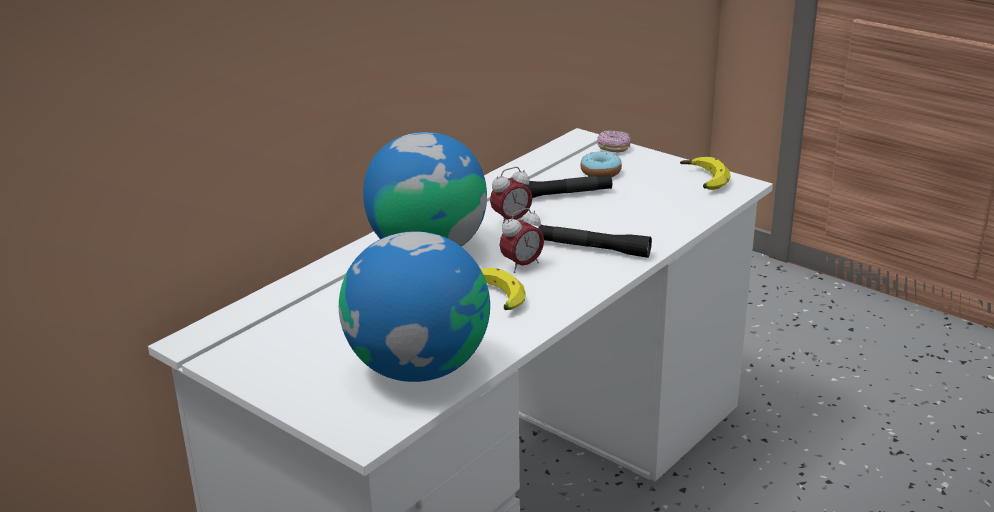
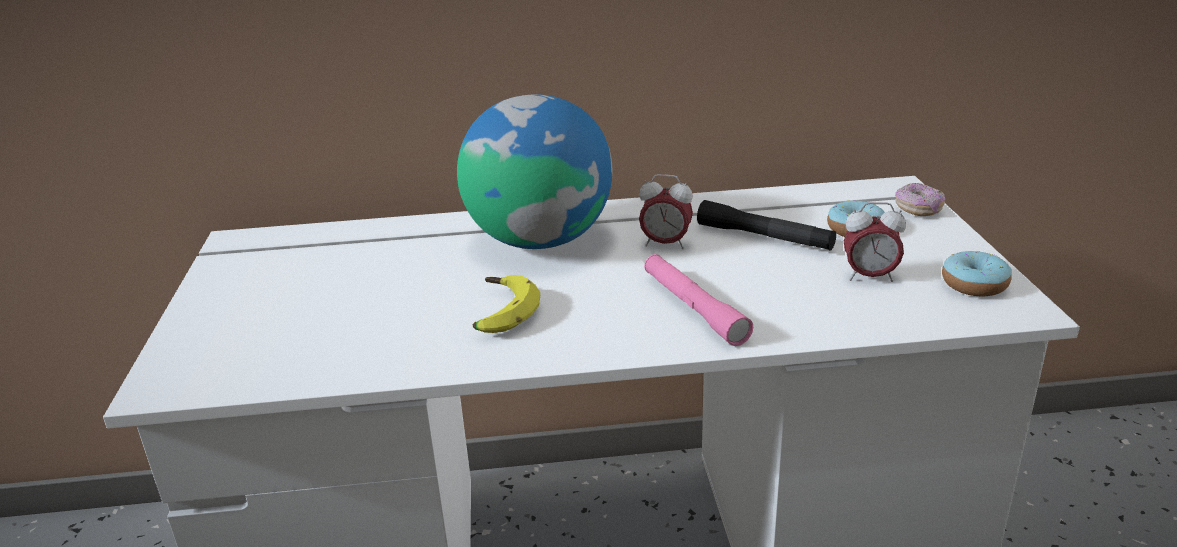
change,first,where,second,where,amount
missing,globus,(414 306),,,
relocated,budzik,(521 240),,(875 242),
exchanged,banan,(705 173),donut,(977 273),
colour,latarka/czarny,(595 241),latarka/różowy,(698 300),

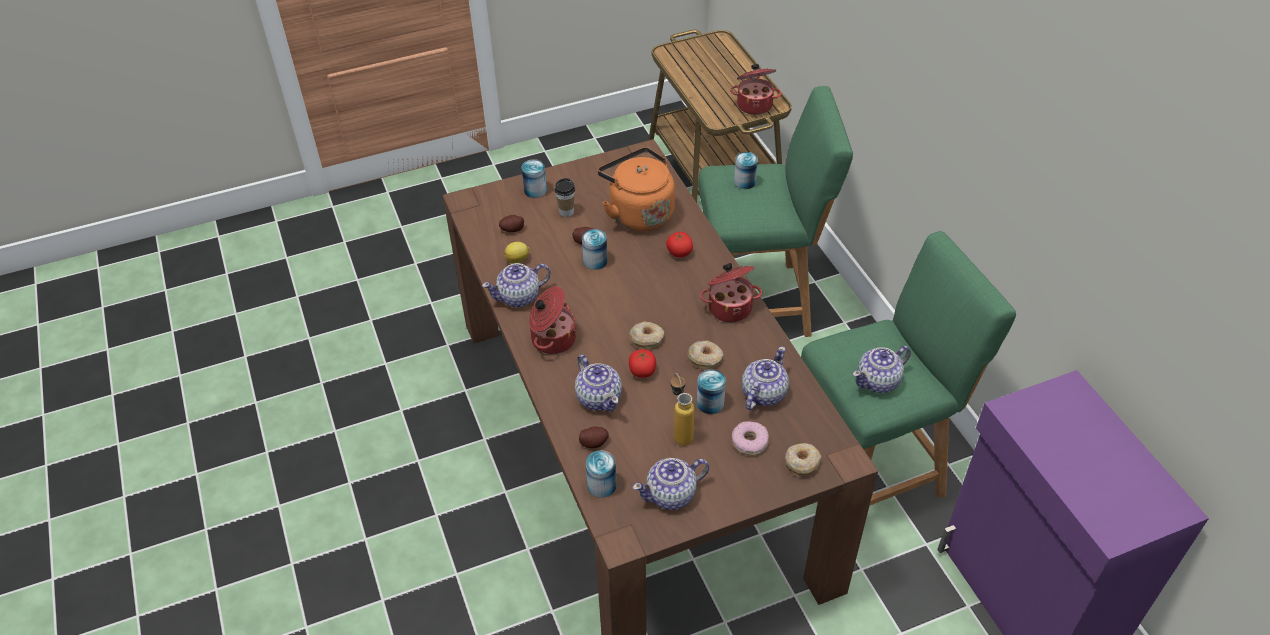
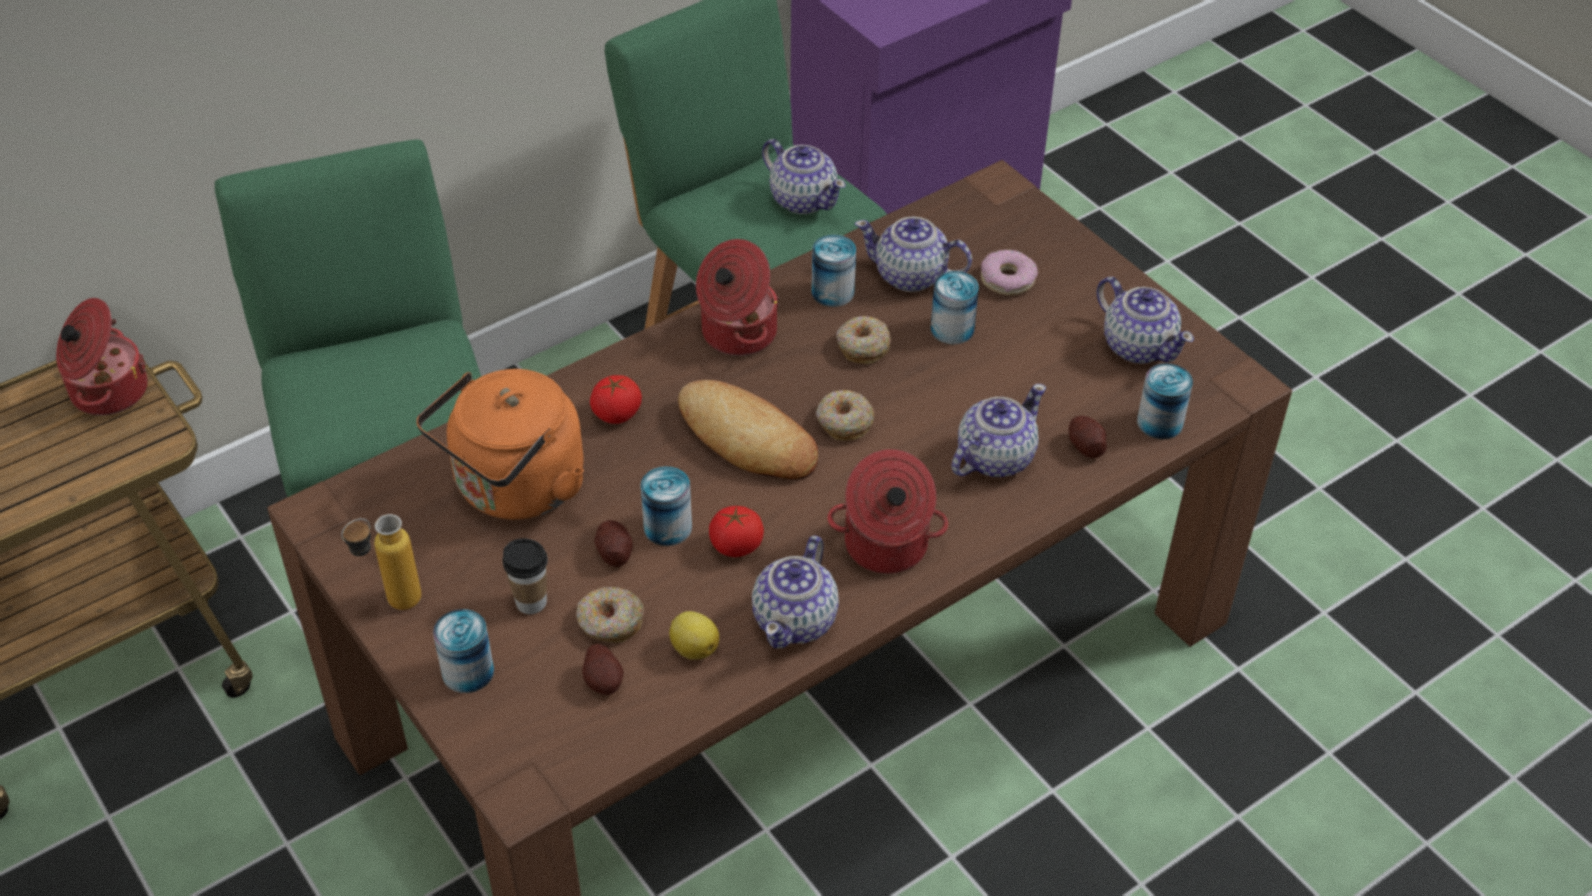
change,first,where,second,where,amount
appeared,,,chleb,(748 430),
relocated,pomidor,(642 363),,(736 531),
relocated,butelka,(682 409),,(381 562),
relocated,puszka,(746 170),,(834 271),
relocated,donut,(803 460),,(610 615),
spun,imbryk,(516 285),,(795 591),60 degrees clockwise

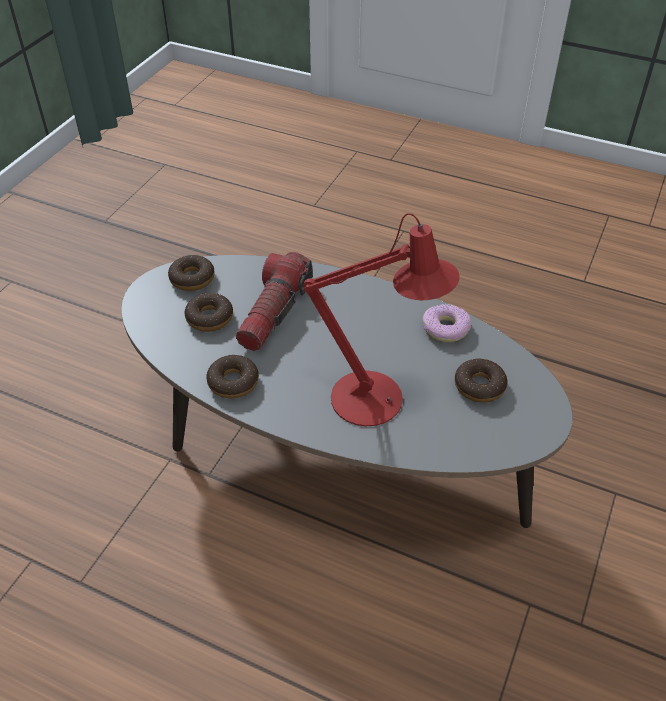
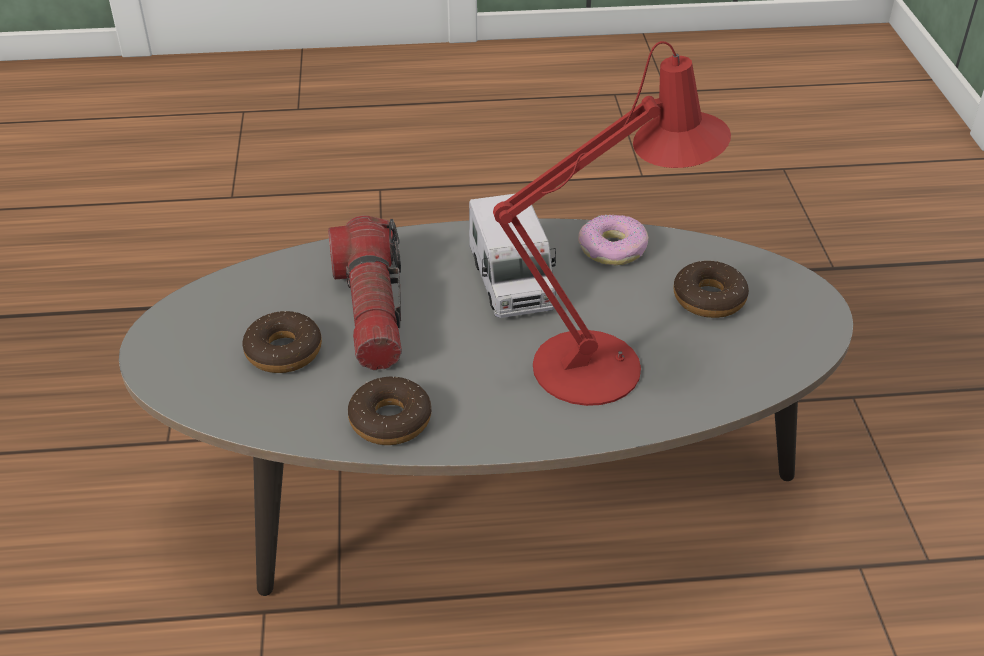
change,first,where,second,where,amount
missing,donut,(191 273),,,
appeared,,,ciężarówka zabawkowa,(512 255),

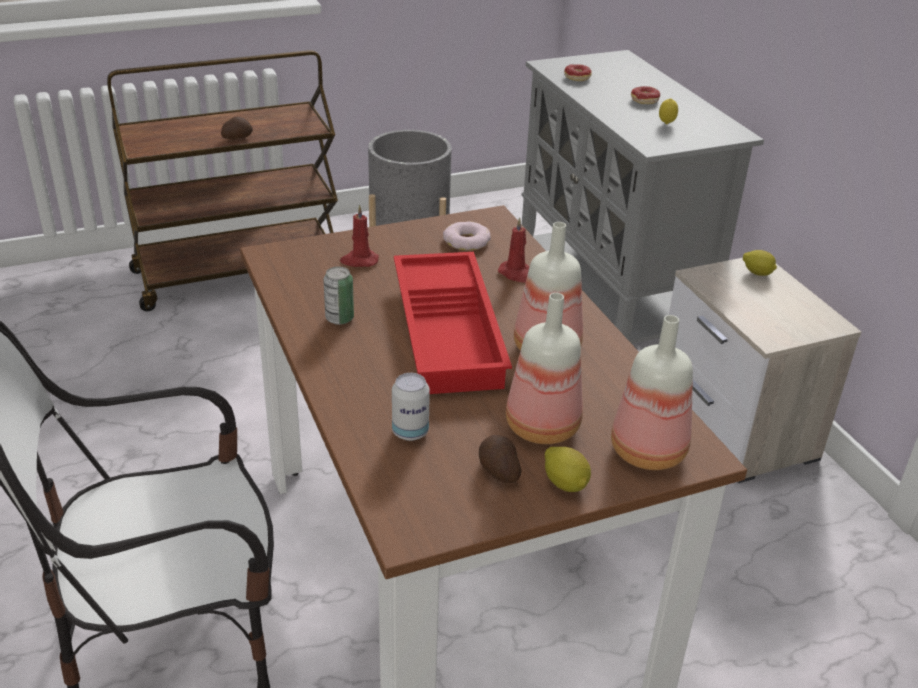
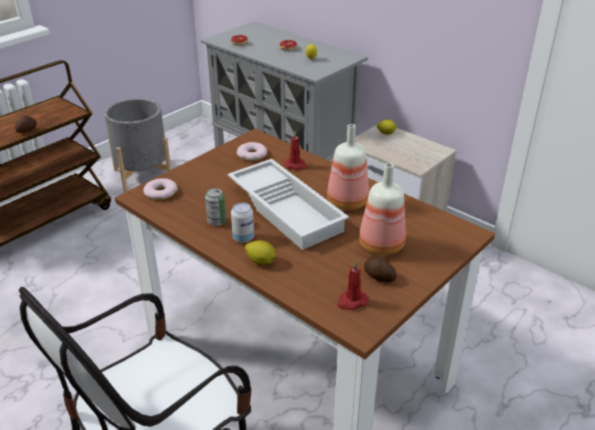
change,first,where,second,where,amount
missing,butelka,(652 392),,,
appeared,,,donut,(160 189),
relocated,świeca/czerwony,(359 236),,(352 285),
relocated,puszka,(411 407),,(242 222),
relocated,cytryna,(568 469),,(260 252),
colour,taca/czerwony,(453 323),taca/biały,(288 204),

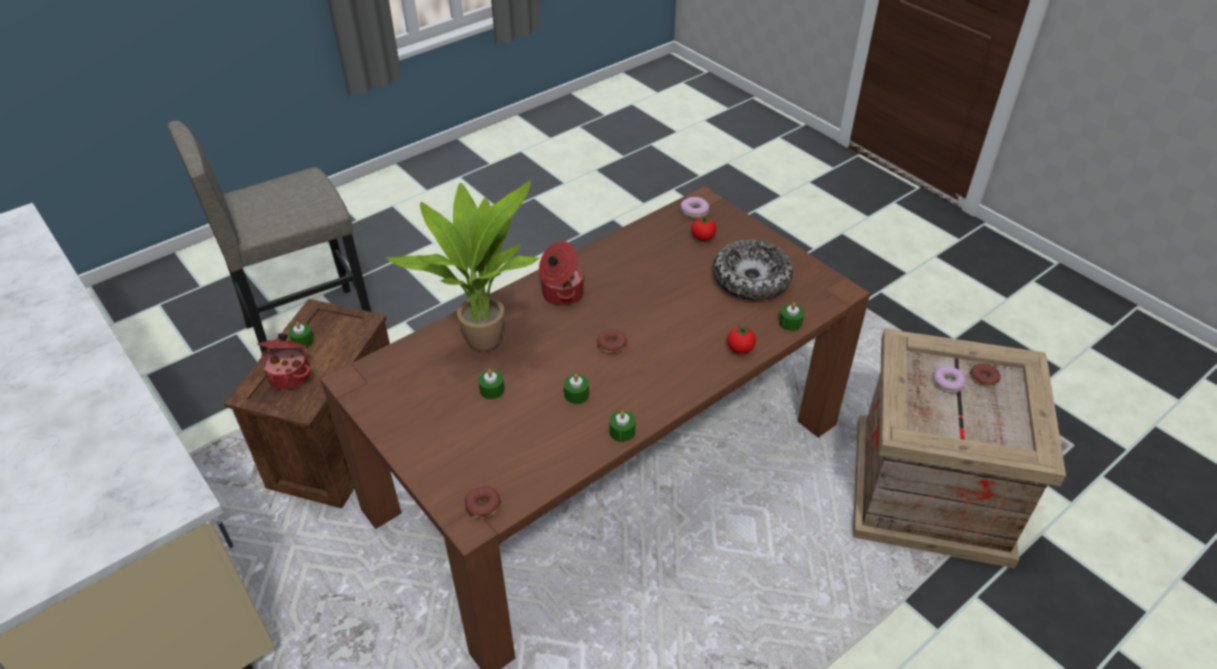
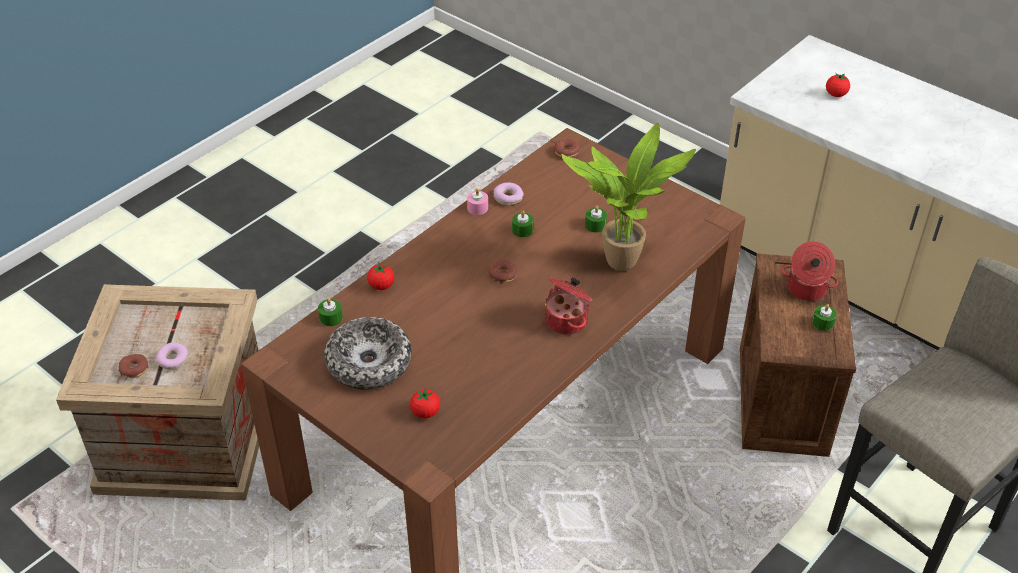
change,first,where,second,where,amount
appeared,,,pomidor,(838 85),
relocated,donut,(695 207),,(508 193),
colour,świeca/zielony,(622 426),świeca/różowy,(477 201),

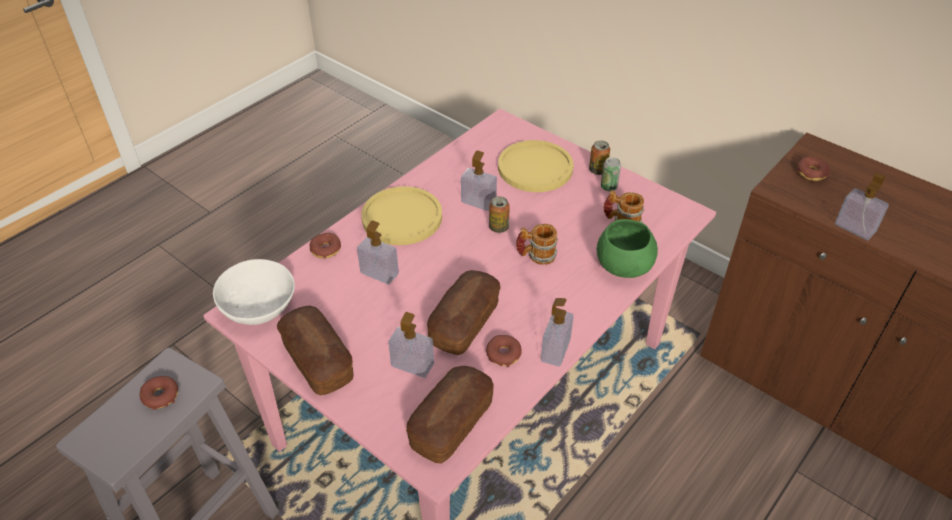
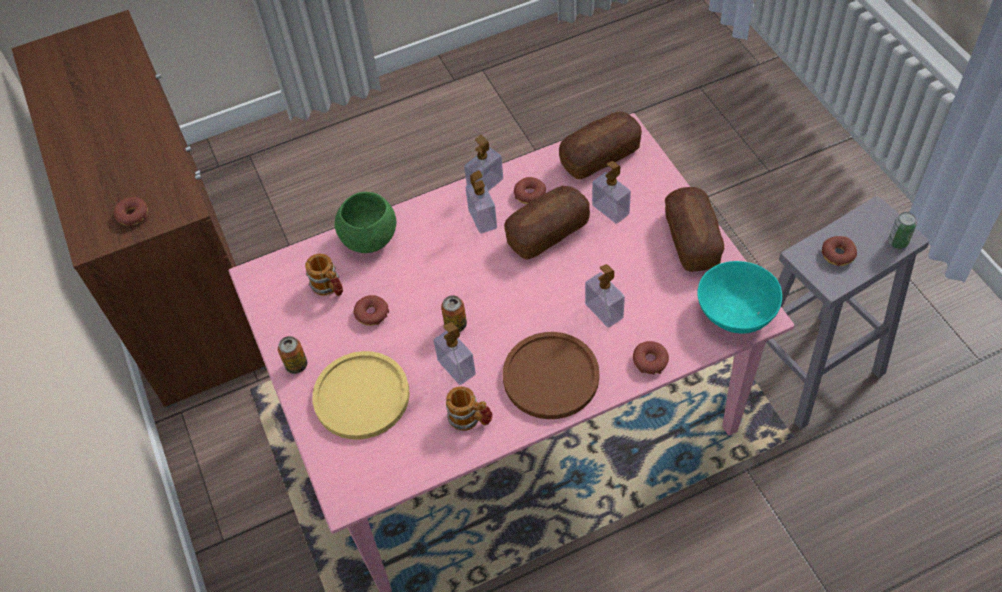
change,first,where,second,where,amount
appeared,,,donut,(371 310),
relocated,kubek,(537 244),,(469 408),
relocated,puszka,(611 174),,(902 230),
relocated,dozownik mydła,(862 206),,(481 202),
colour,miska/biały,(254 292),miska/turkusowy,(739 297),
colour,talerz/żółty,(401 215),talerz/brązowy,(551 375),

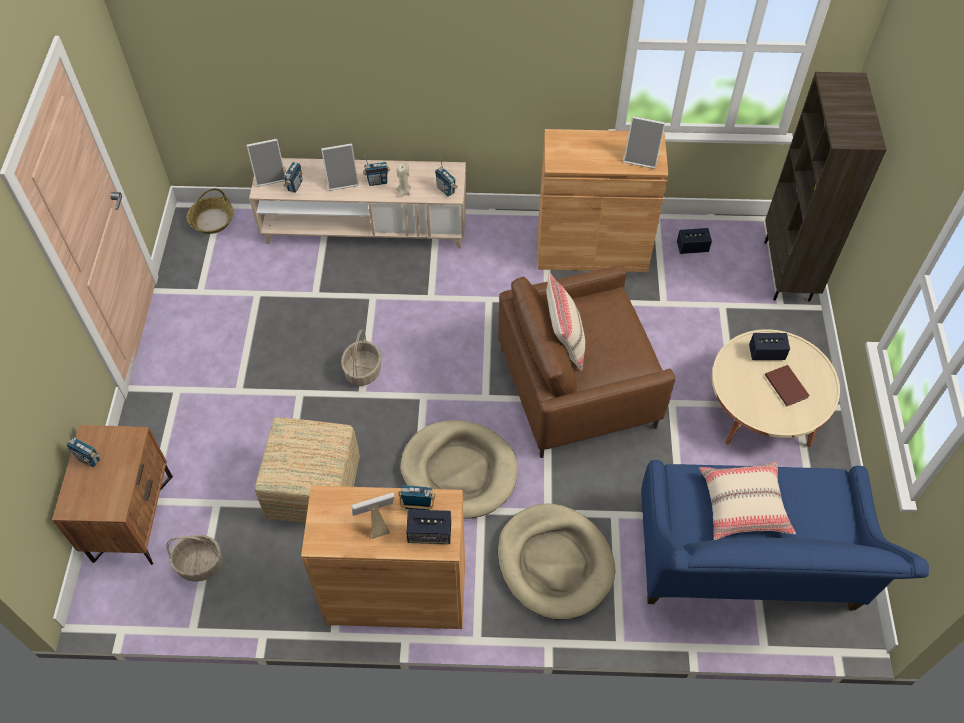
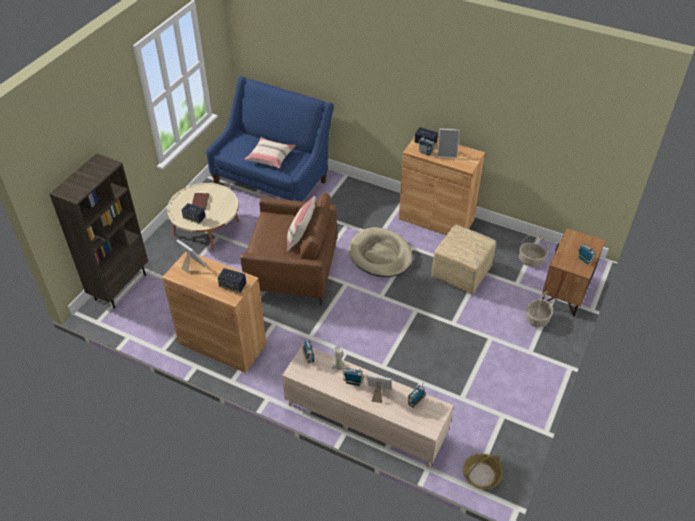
change,first,where,second,where,amount
missing,ramka na zdjęcie,(266 163),,,
missing,legowisko/beżowy,(556 561),,,
relocated,koszyk,(361 357),,(539 309),
relocated,głośnik,(694 241),,(232 280),

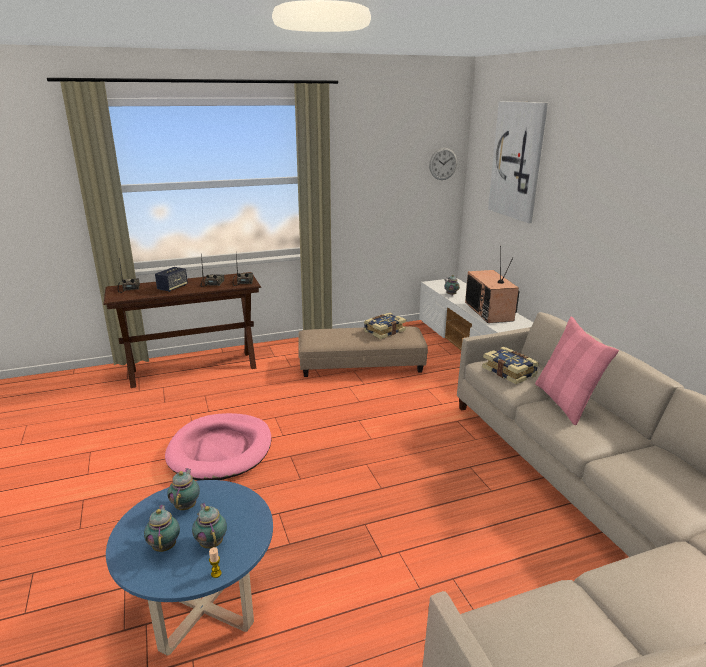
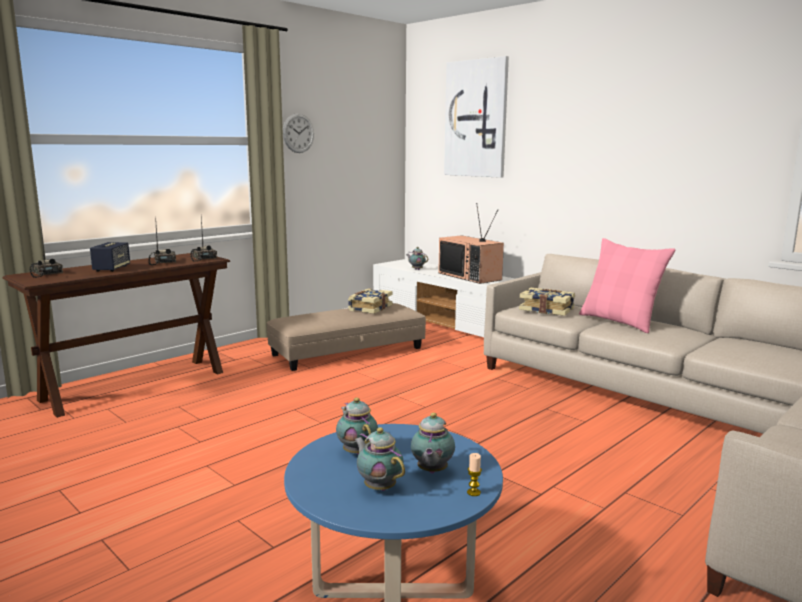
change,first,where,second,where,amount
missing,legowisko/różowy,(218 447),,,
relocated,zegar ścienny,(443 164),,(298 133),
spun,imbryk,(209 525),,(433 443),120 degrees counterclockwise

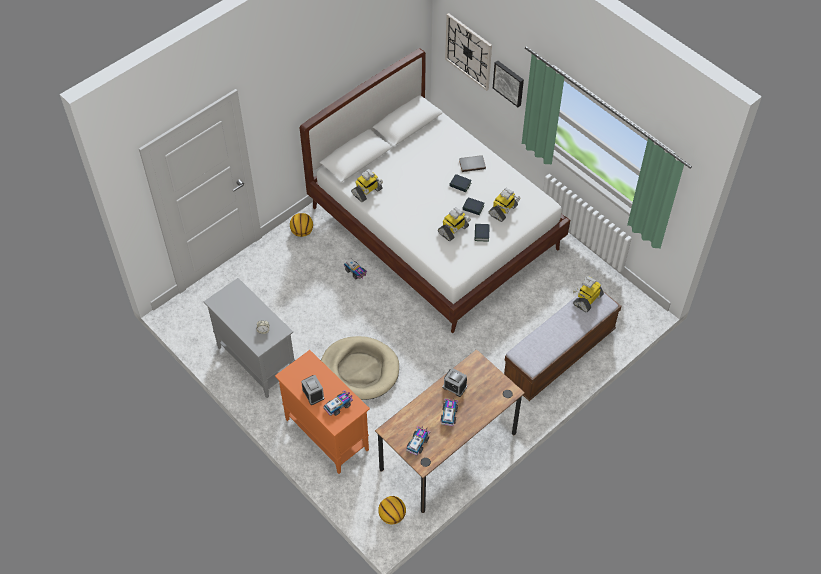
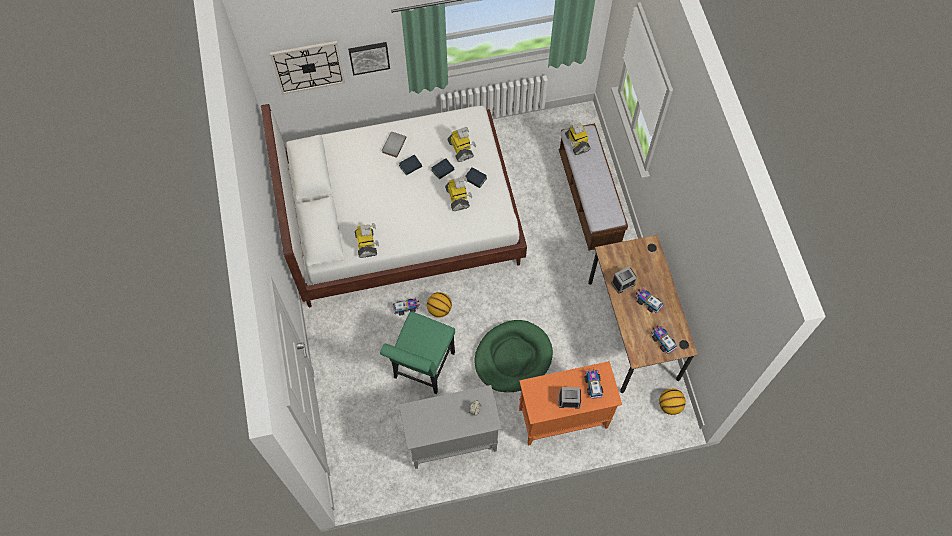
change,first,where,second,where,amount
appeared,,,krzesło/zielony,(417 353),
relocated,piłka do koszykówki,(301 225),,(439 305),
colour,legowisko/beżowy,(360 368),legowisko/zielony,(514 356),

